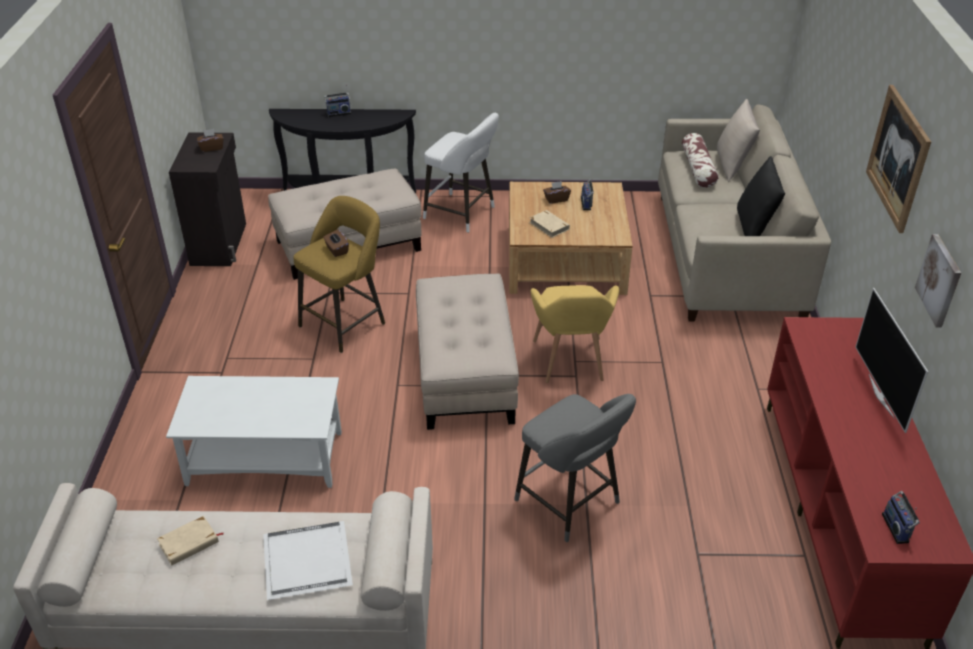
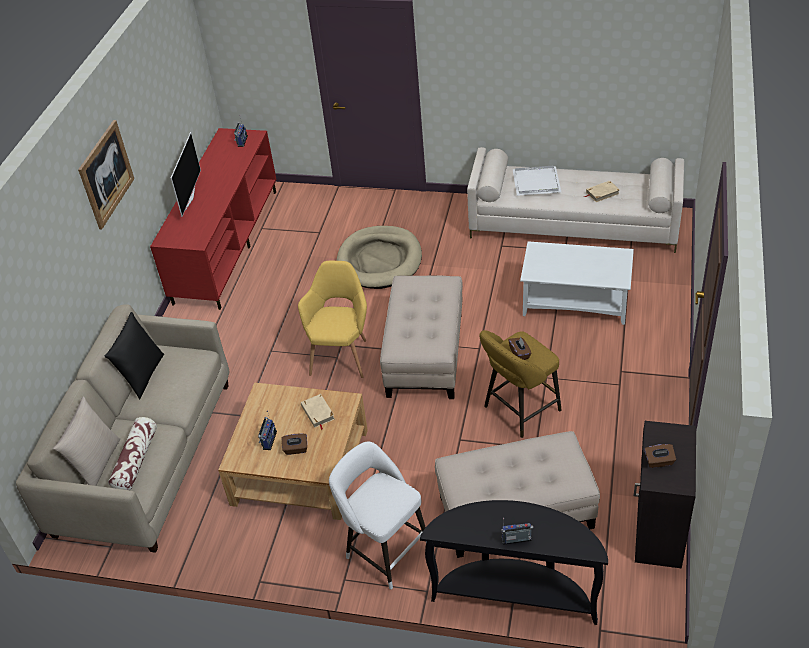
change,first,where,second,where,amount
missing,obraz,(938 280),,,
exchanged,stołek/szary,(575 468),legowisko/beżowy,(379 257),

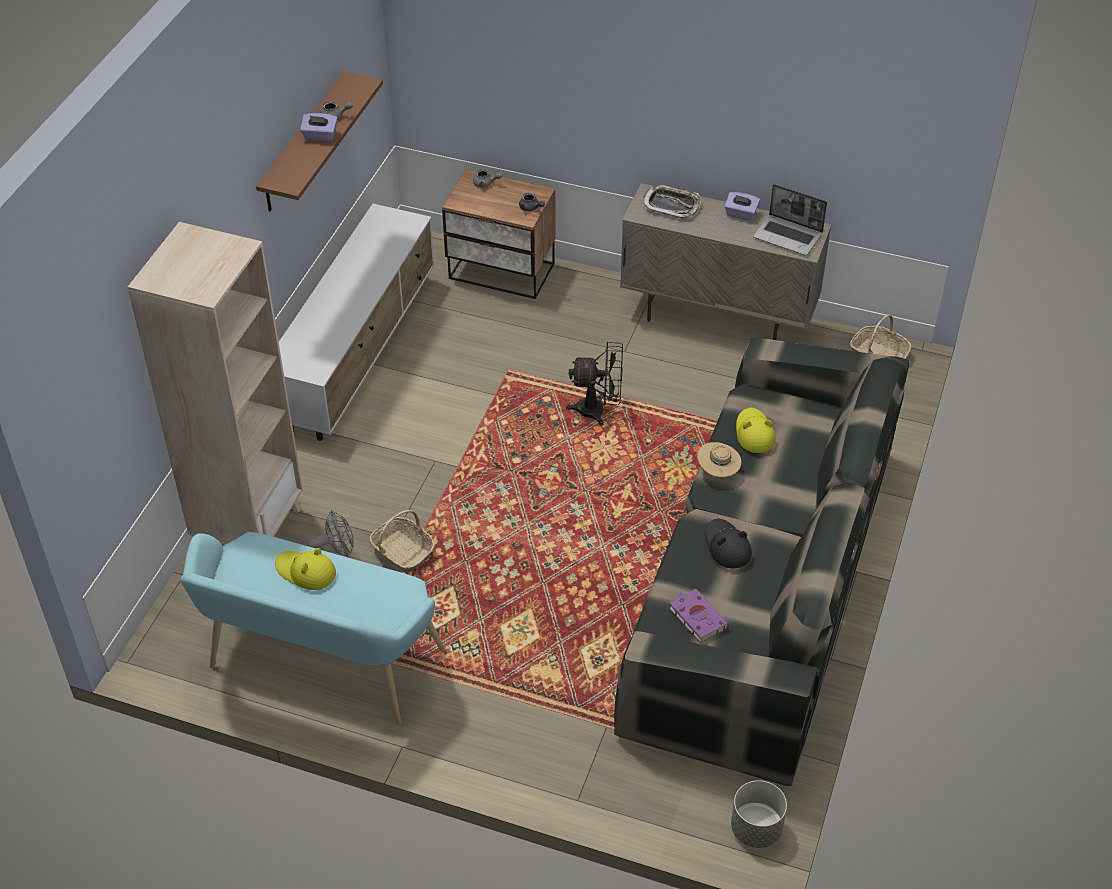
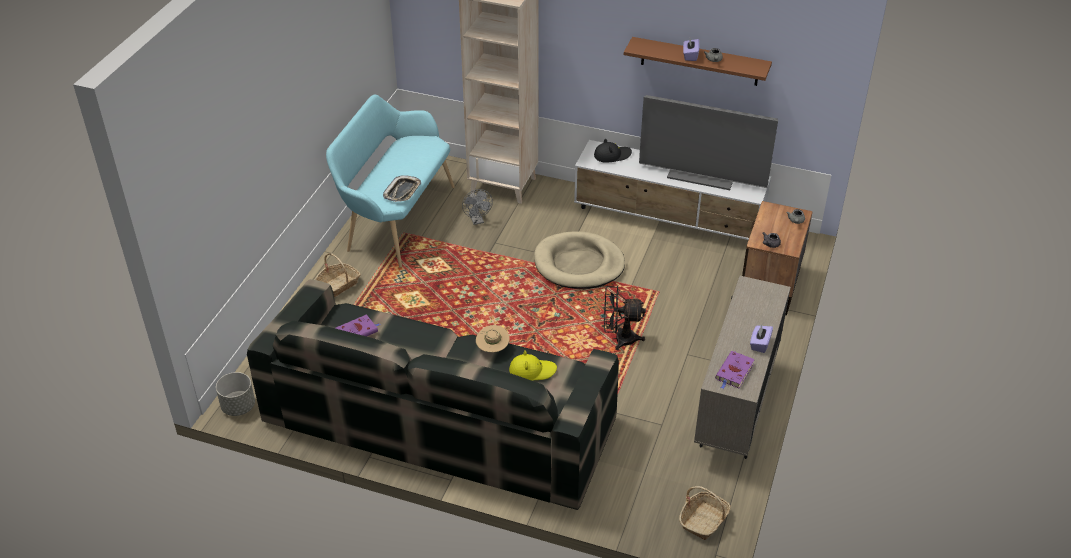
change,first,where,second,where,amount
missing,kapelusz/żółty,(305 569),,,
appeared,,,legowisko/beżowy,(579 260),
appeared,,,telewizor,(708 142),
relocated,koszyk,(402 541),,(338 275),
relocated,taca,(672 202),,(402 188),
relocated,kapelusz/czarny,(728 543),,(613 151),
exchanged,laptop,(790 220),książka/fioletowy,(735 370),
spun,wentylator/czarny,(594 384),,(625 317),90 degrees clockwise

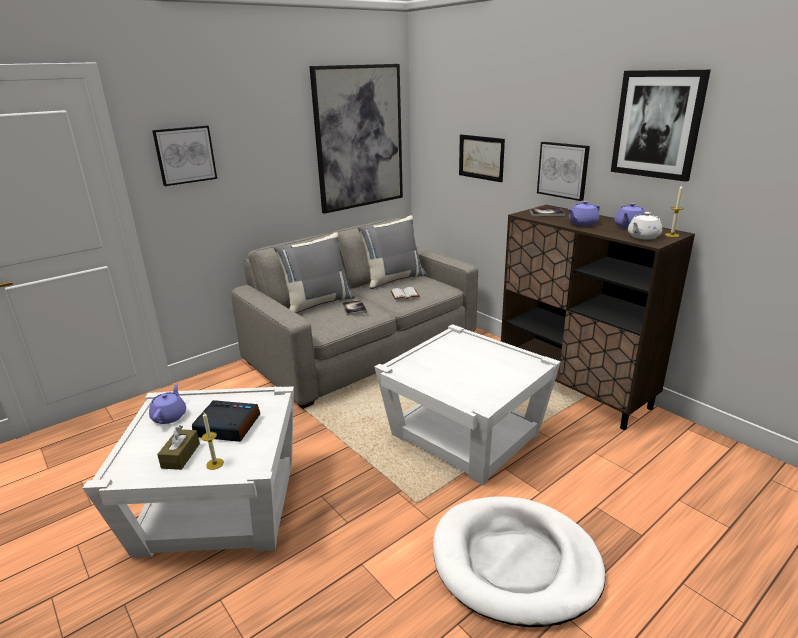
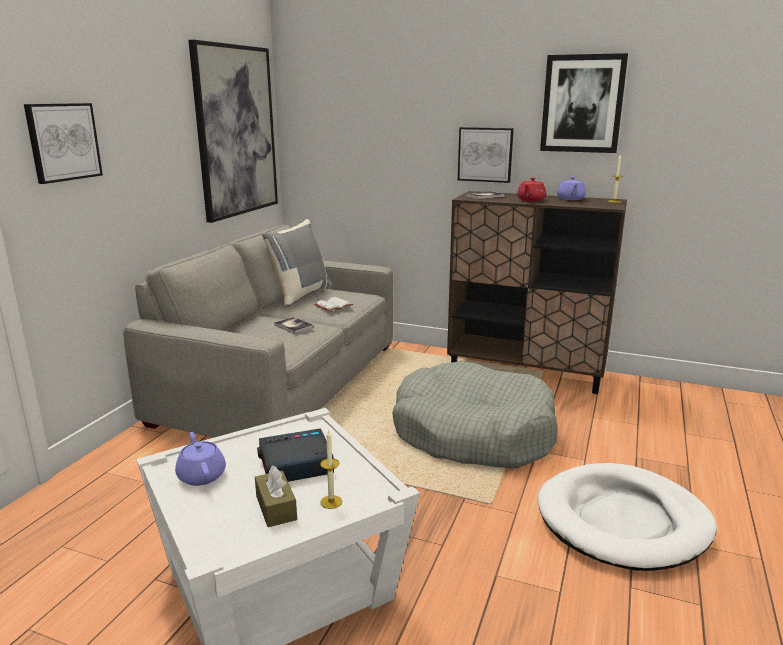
change,first,where,second,where,amount
missing,poduszka/szary,(314 272),,,
missing,obraz,(482 158),,,
missing,imbryk/biały,(645 225),,,
exchanged,stolik/biały,(467 405),legowisko/szary,(474 415),
colour,imbryk/fioletowy,(584 213),imbryk/czerwony,(531 190),

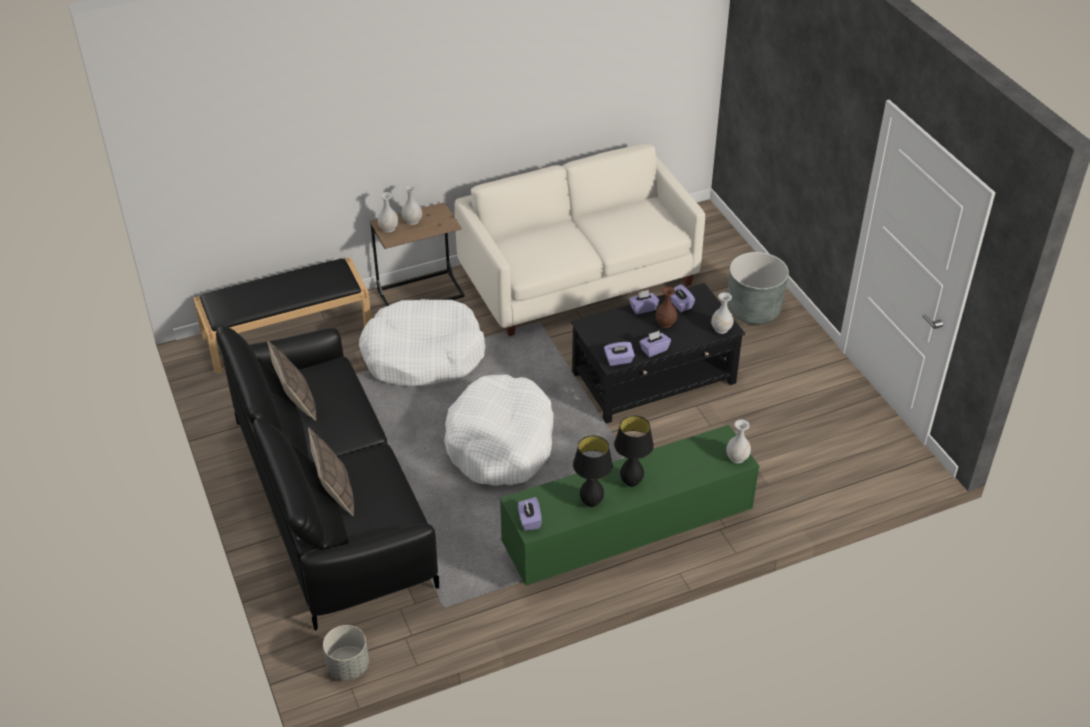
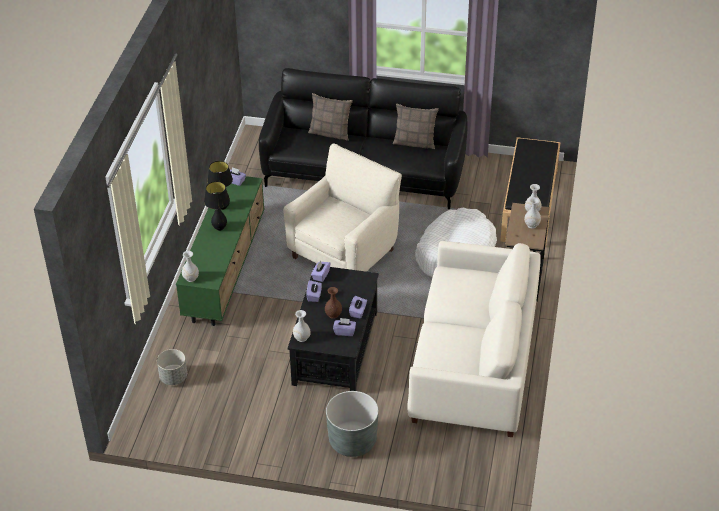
change,first,where,second,where,amount
relocated,donica/szary,(346 652),,(172 367),
exchanged,legowisko/biały,(499 430),fotel/beżowy,(342 207),

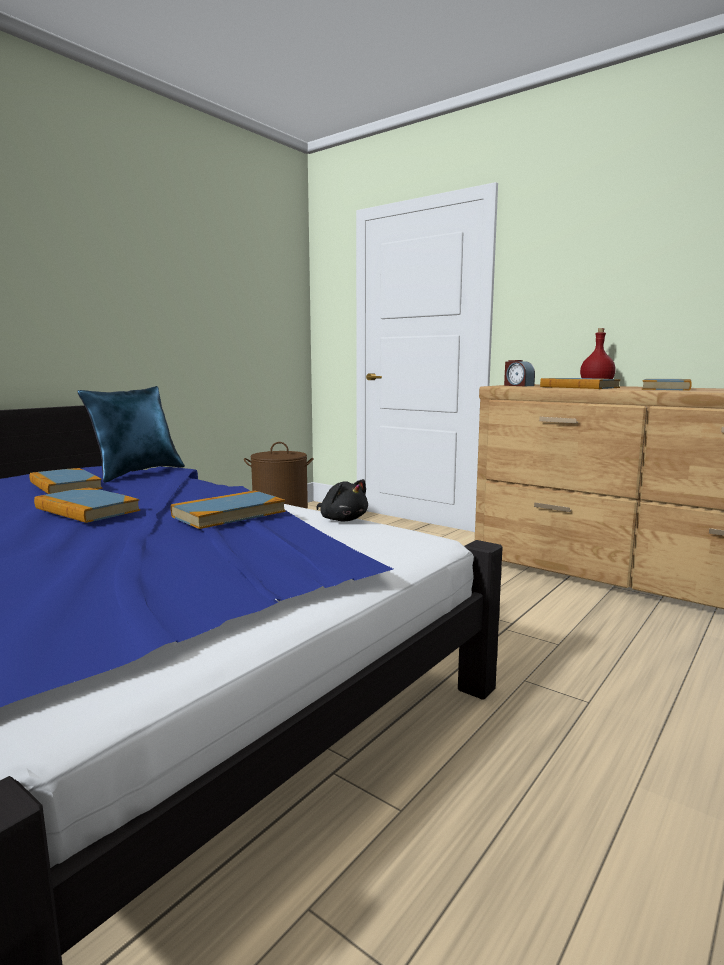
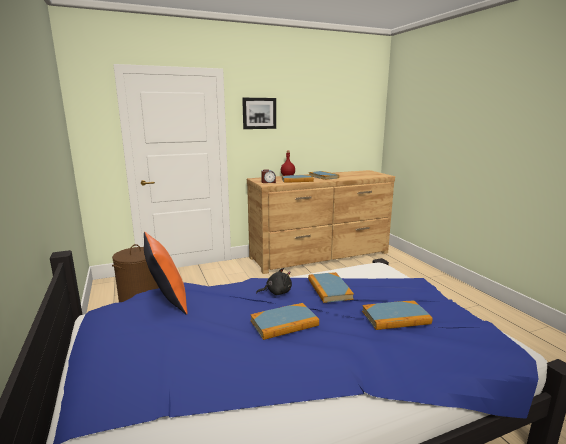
change,first,where,second,where,amount
appeared,,,obraz,(259 113),
relocated,książka,(65 481),,(397 315),
relocated,pluszak/czarny,(342 500),,(274 281),
colour,poduszka/niebieski,(131 434),poduszka/pomarańczowy,(166 273),

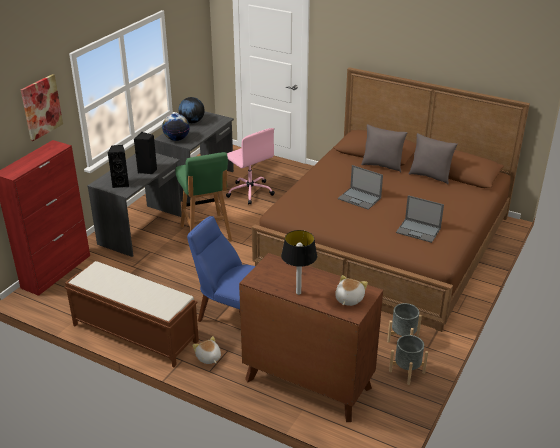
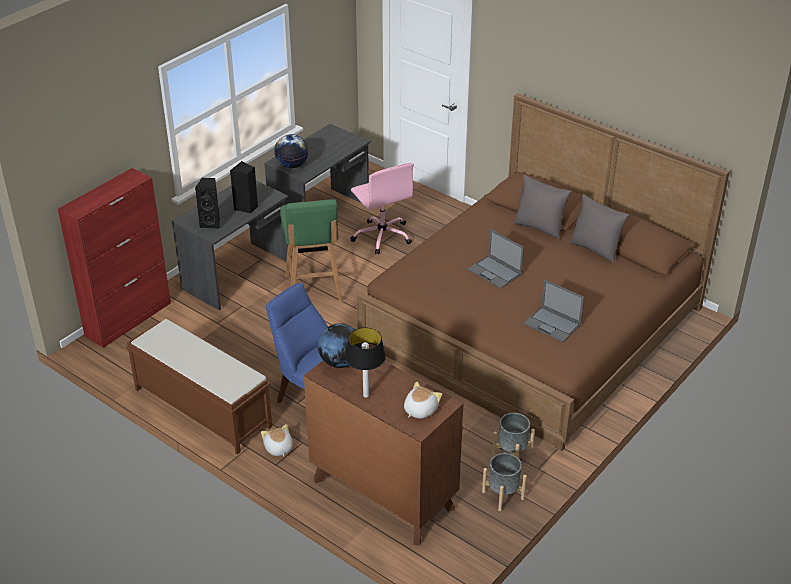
change,first,where,second,where,amount
missing,obraz,(42 107),,,
relocated,globus,(192 110),,(340 345),

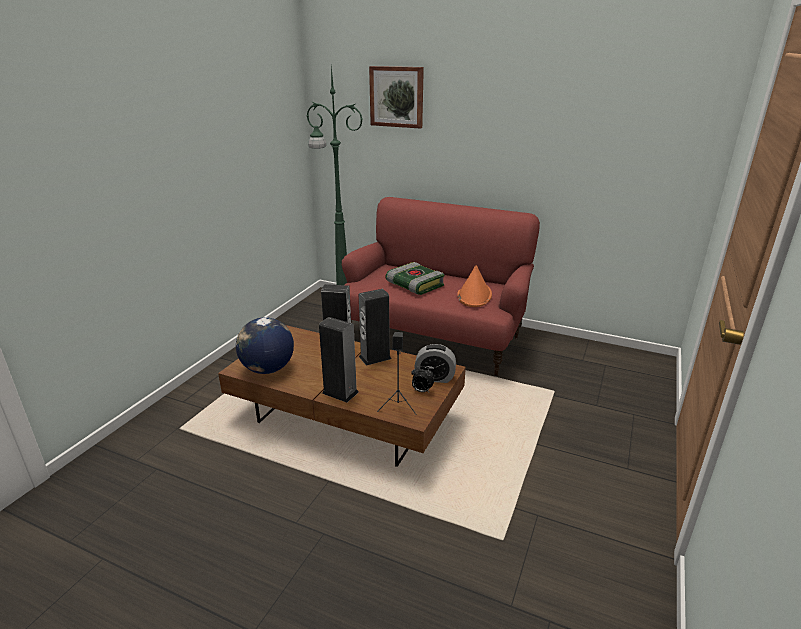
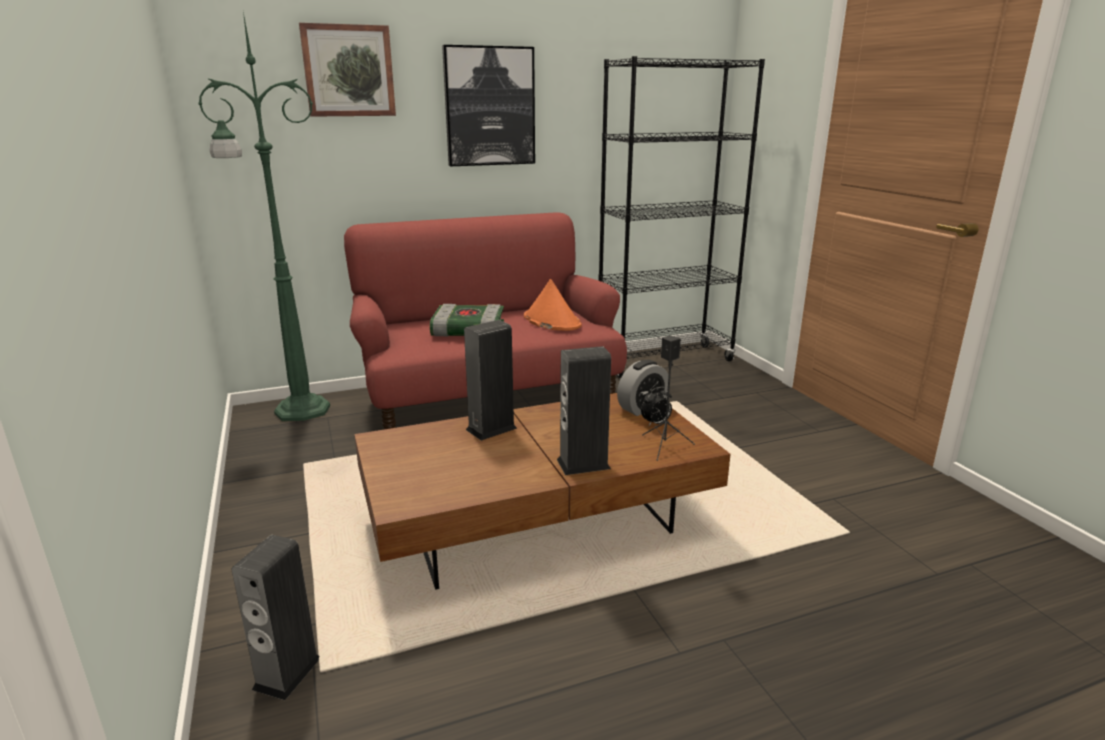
change,first,where,second,where,amount
missing,globus,(265 345),,,
appeared,,,obraz,(488 105),
appeared,,,regał/czarny,(681 217),
relocated,głośnik,(375 327),,(276 617),

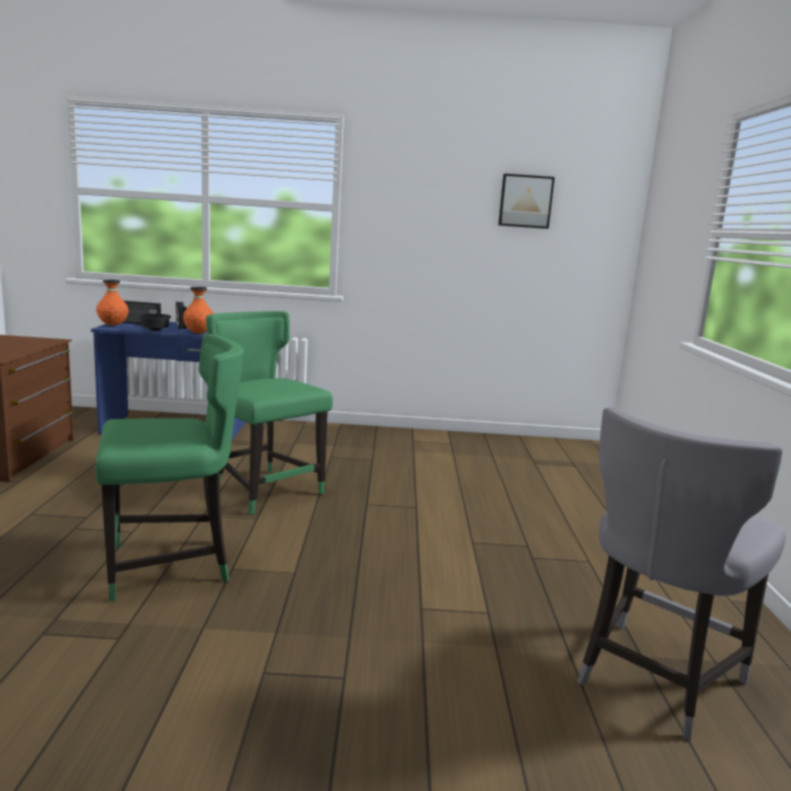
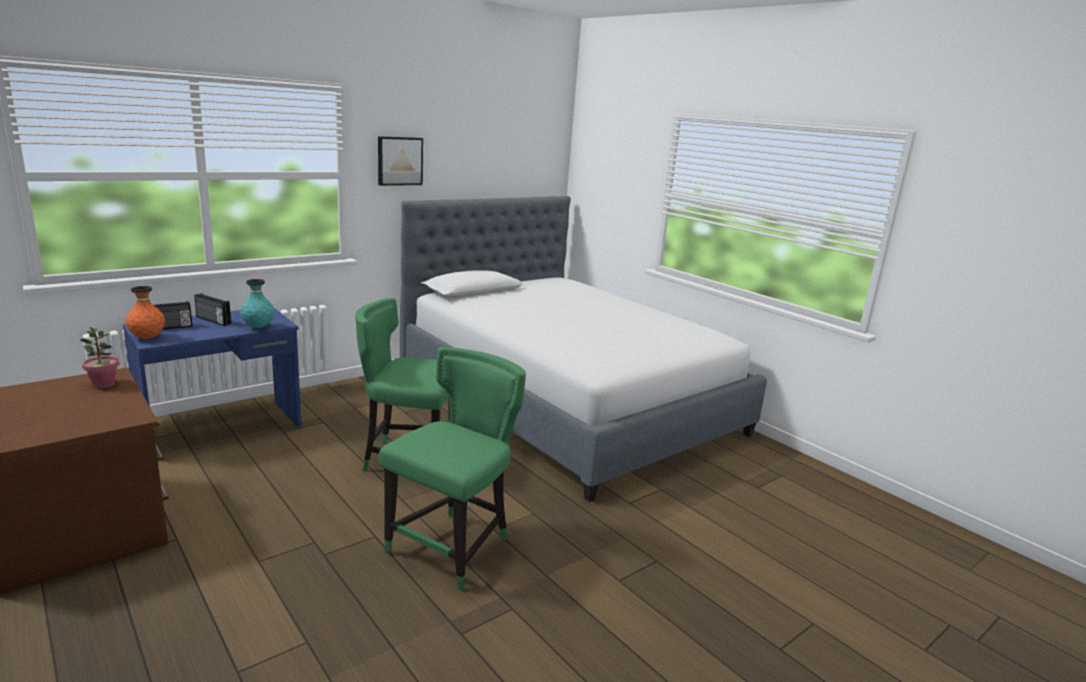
change,first,where,second,where,amount
missing,miska/czarny,(154 322),,,
missing,krzesło/szary,(681 574),,,
appeared,,,roślina doniczkowa,(100 357),
appeared,,,łóżko,(583 349),
relocated,obraz,(526 201),,(400 161),
colour,wazon/pomarańczowy,(198 310),wazon/turkusowy,(257 303),

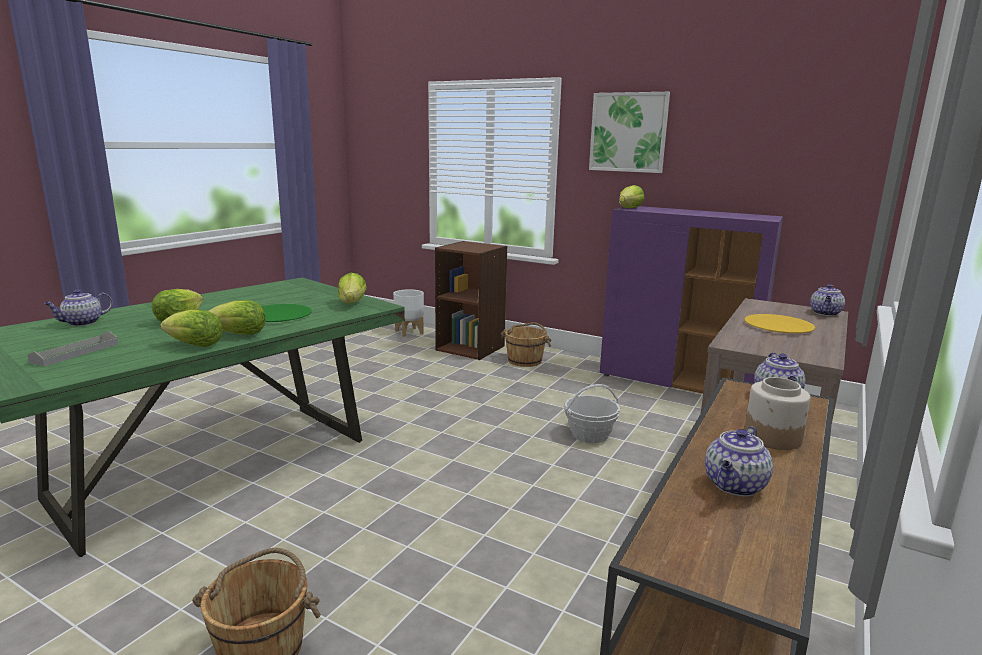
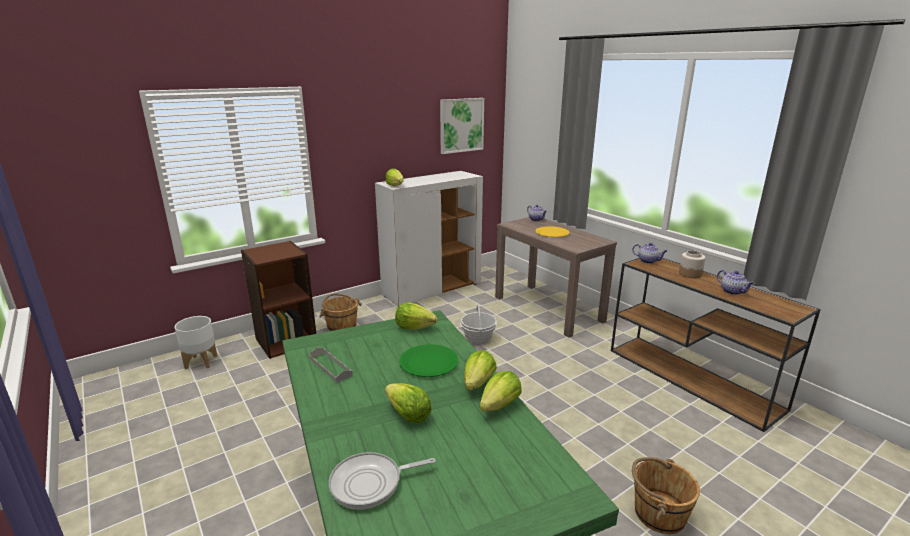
change,first,where,second,where,amount
relocated,taca/szary,(73 348),,(331 365),
relocated,obraz,(629 132),,(462 126),
exchanged,imbryk,(78 308),patelnia,(382 481),
colour,szafka/fioletowy,(691 300),szafka/biały,(429 238),

